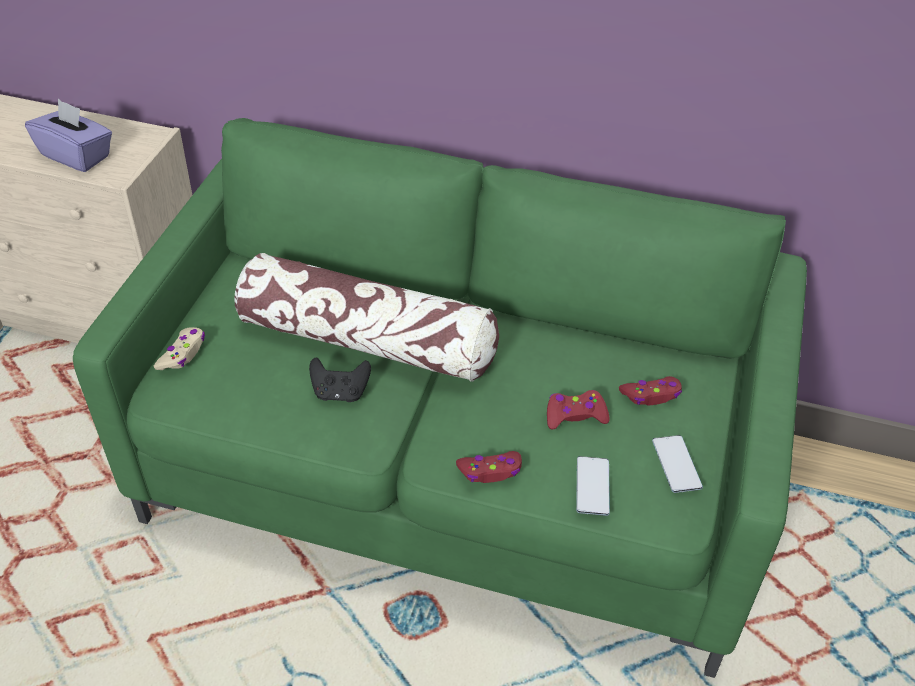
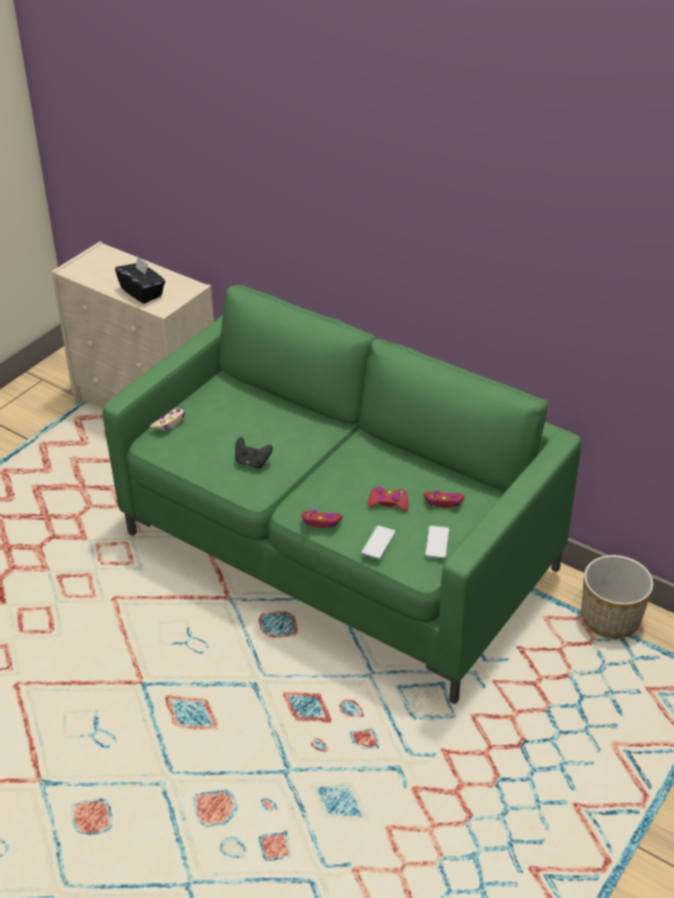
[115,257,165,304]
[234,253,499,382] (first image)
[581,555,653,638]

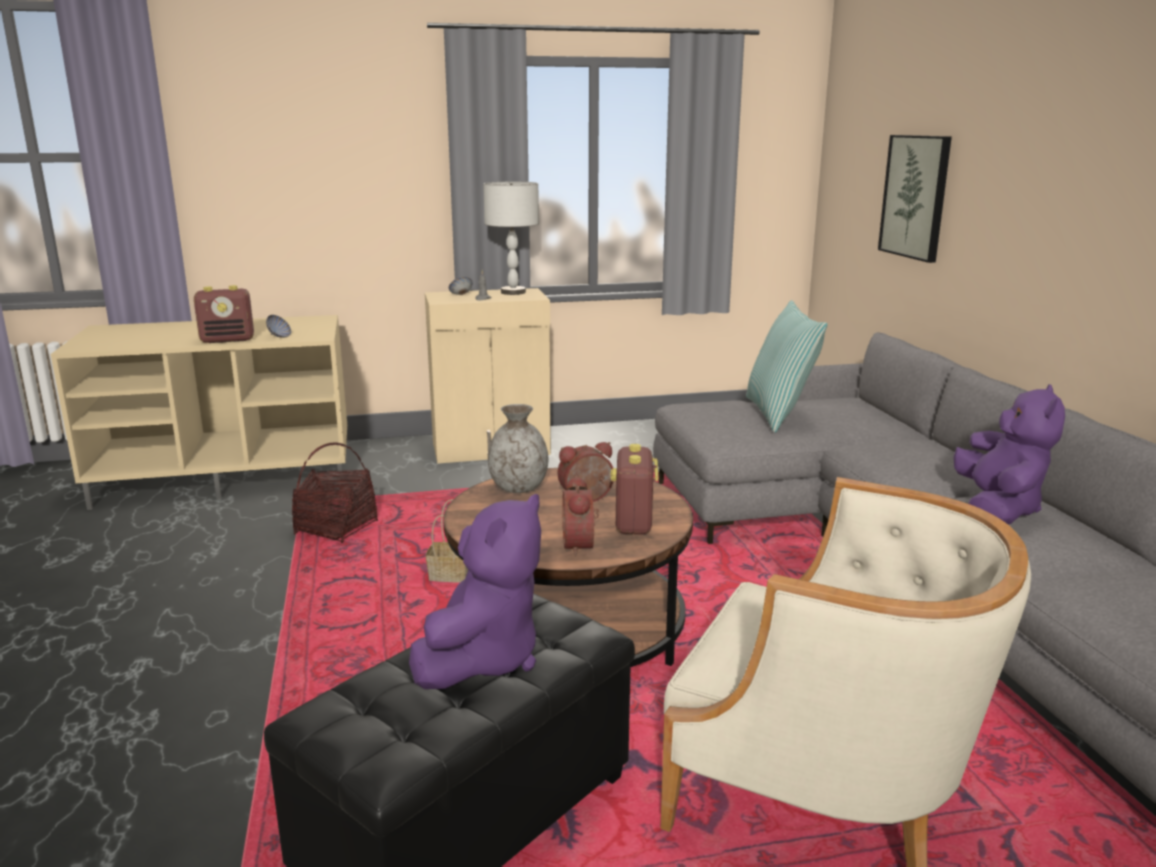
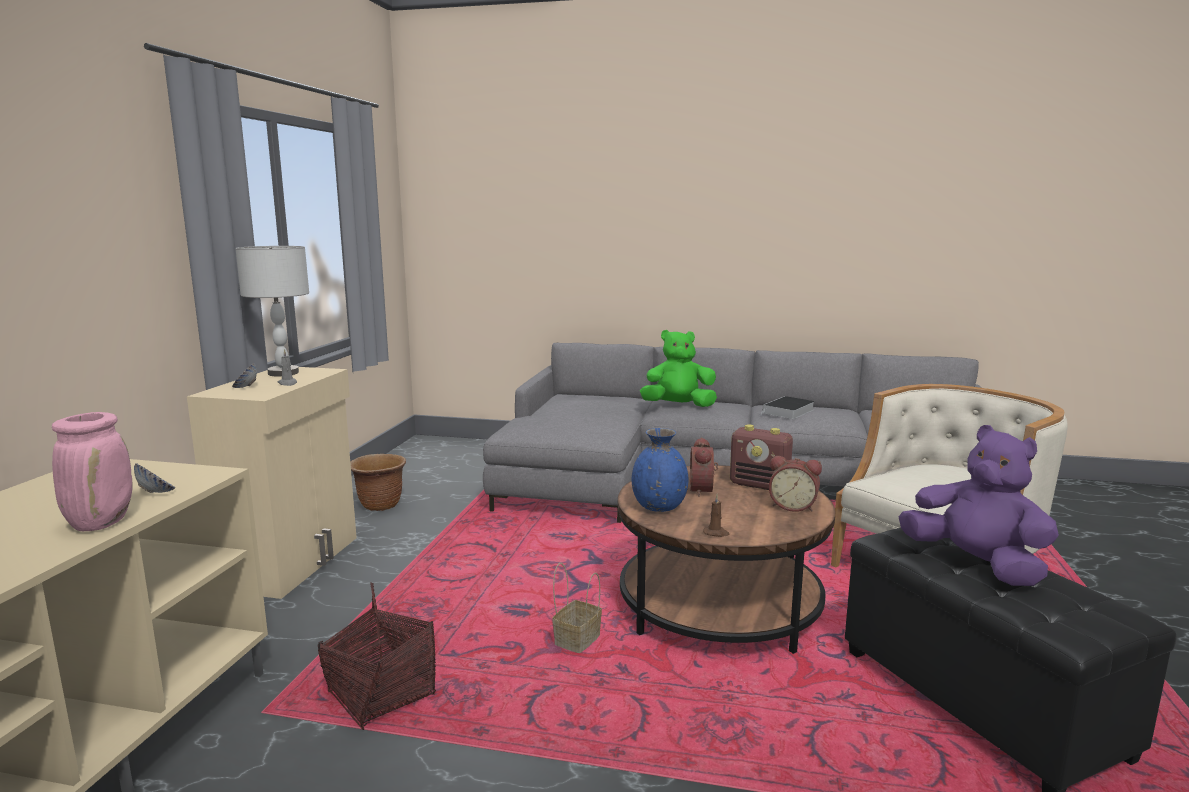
[878,135,952,263] (first image)
[52,412,133,531]
[746,300,828,433] (first image)
[760,396,815,419]
[632,428,688,512]
[640,330,717,407]
[350,454,406,511]
[703,495,730,537]

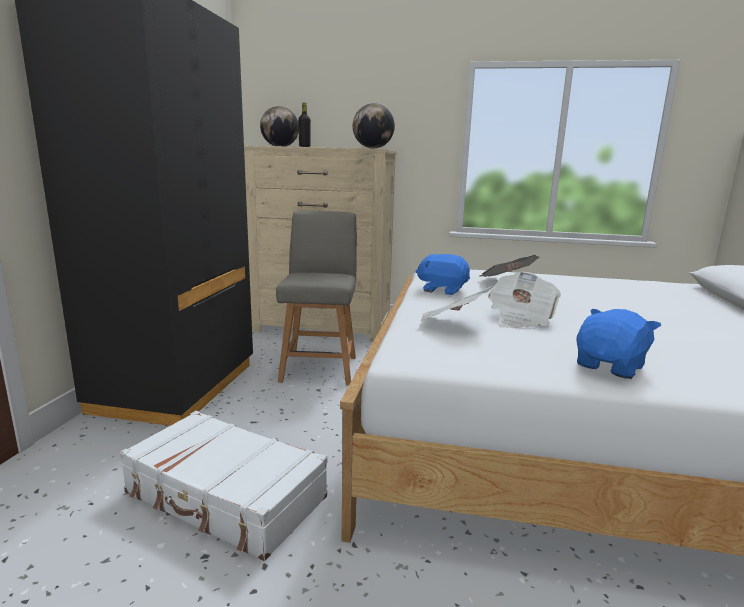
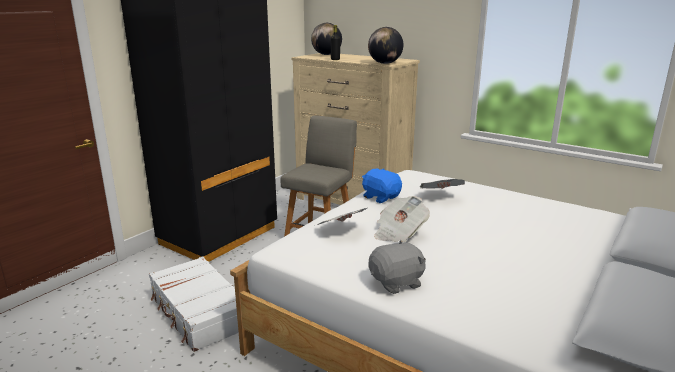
[369,239,426,294]

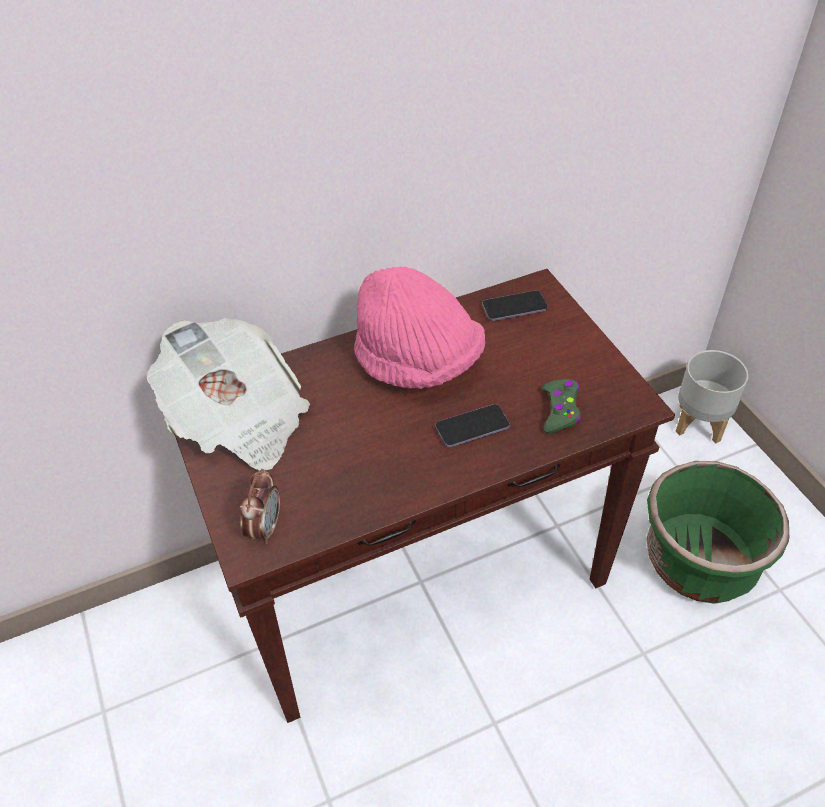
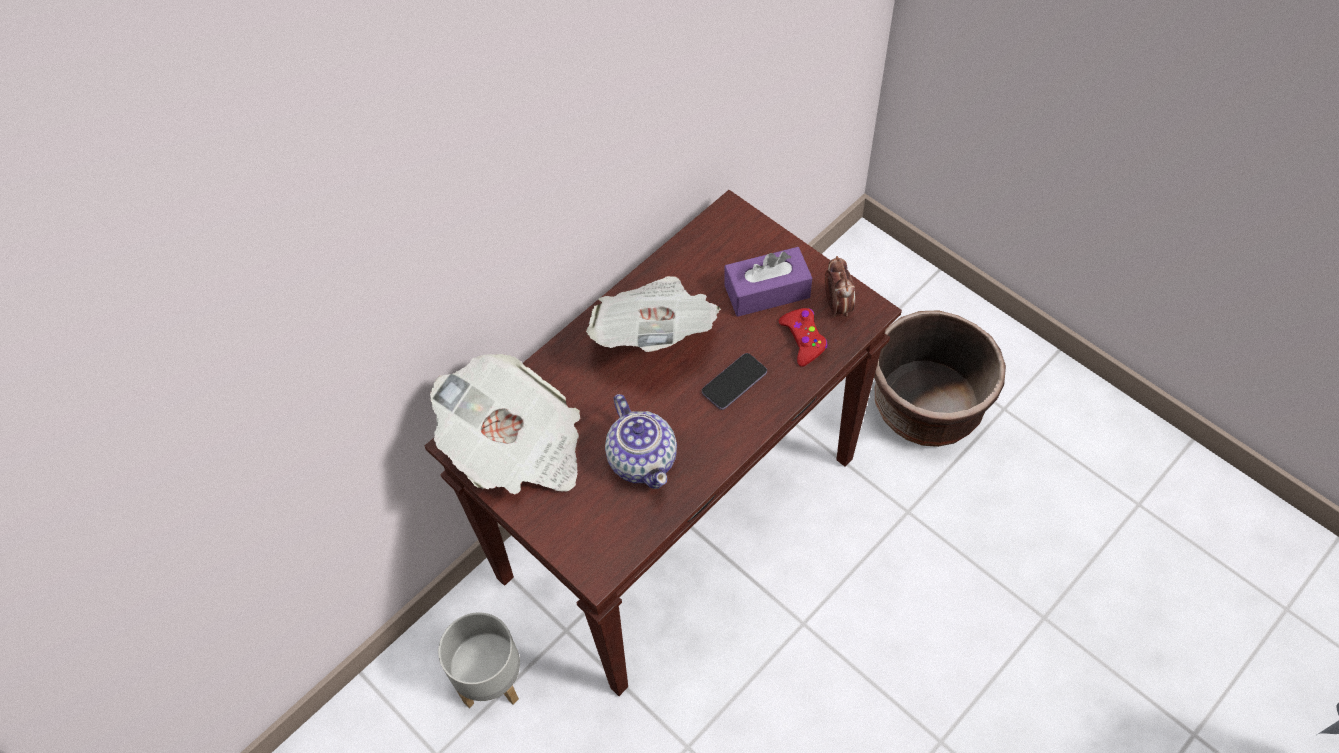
[586,276,721,352]
[482,290,548,321] (first image)
[438,612,520,708]
[779,308,828,367]
[874,311,1006,447]
[825,256,855,317]
[725,247,812,317]
[605,394,677,489]

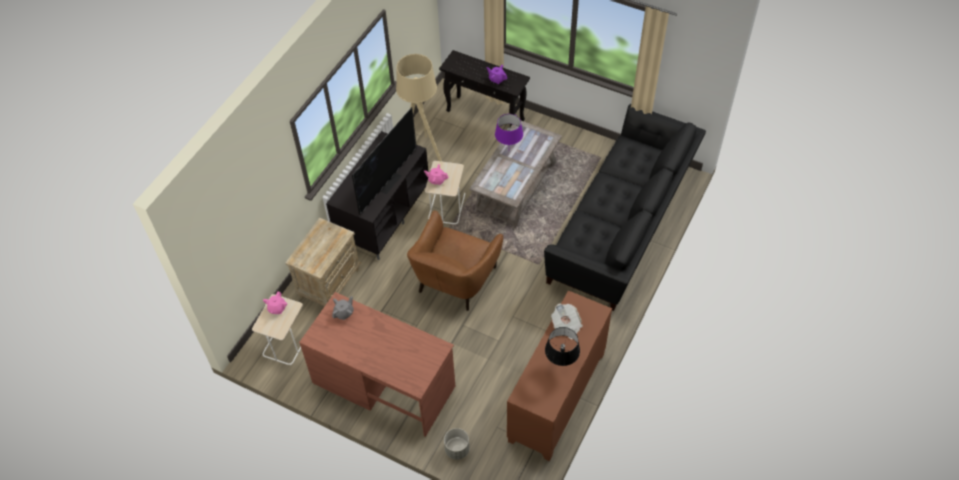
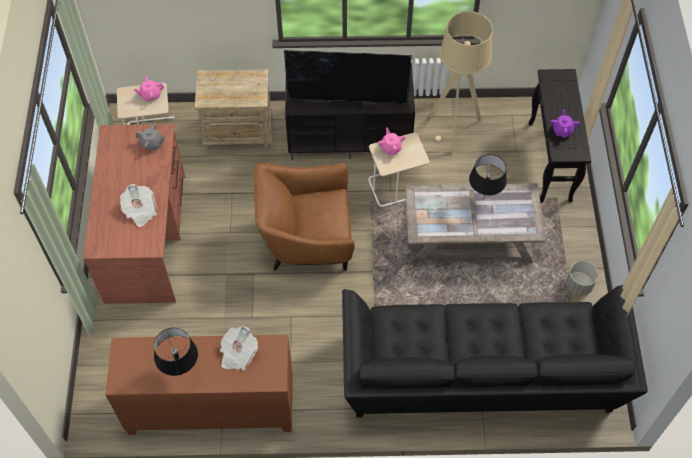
[469,154,507,197]
[566,261,598,296]
[120,184,157,227]

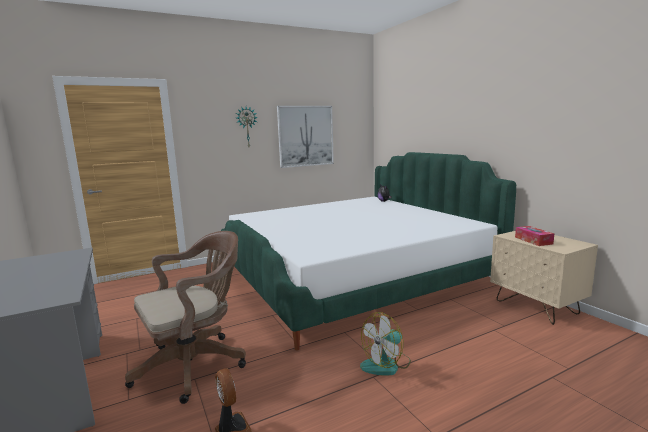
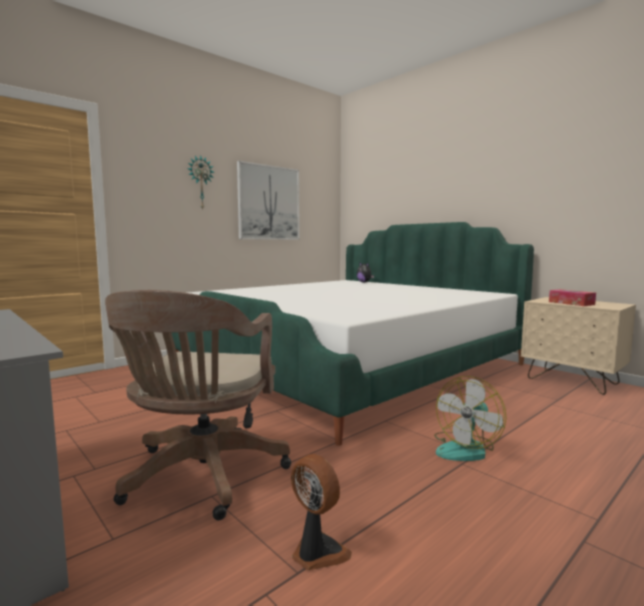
[105,290,291,520]

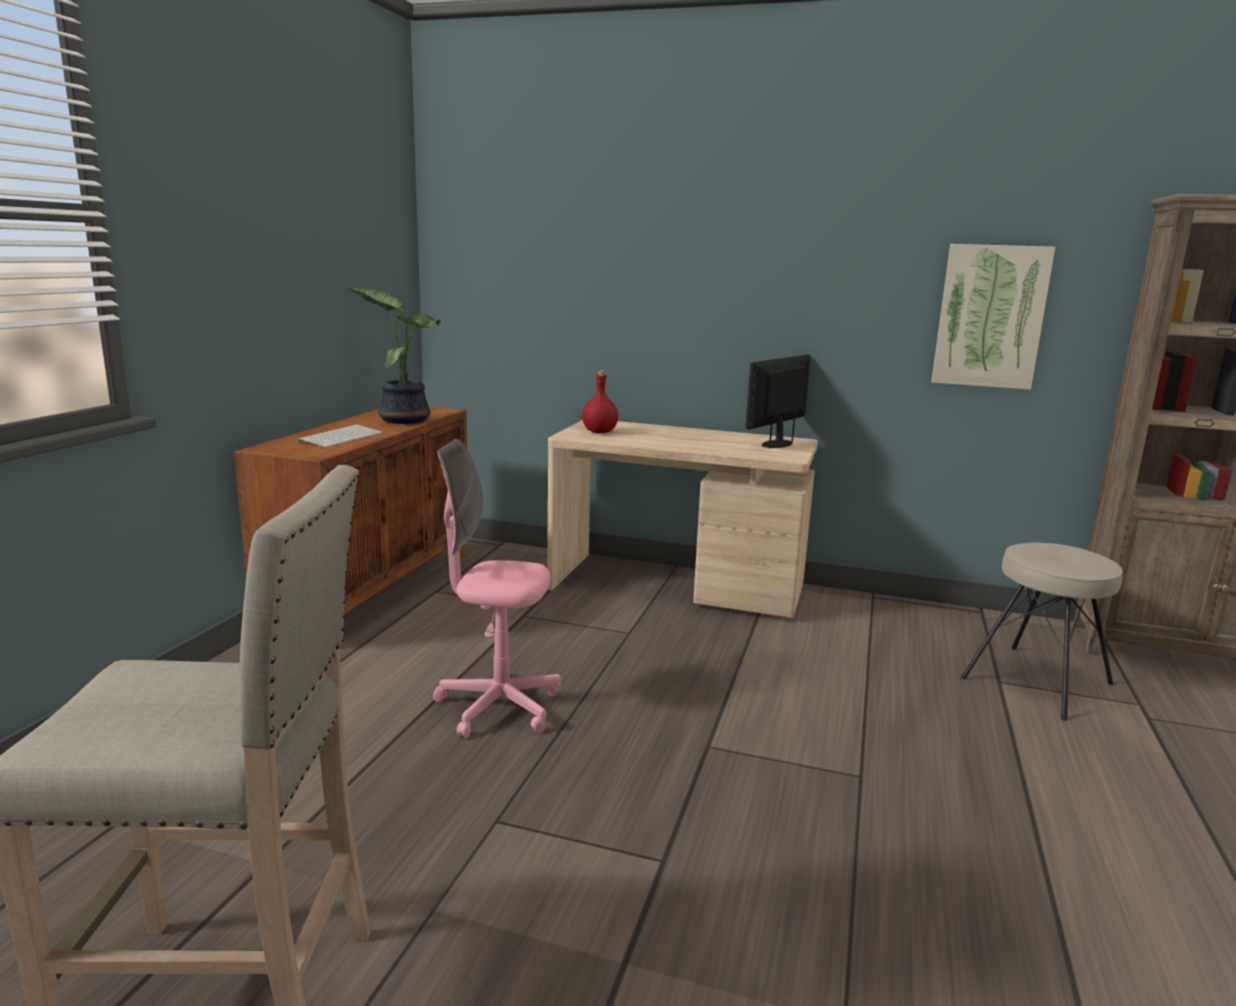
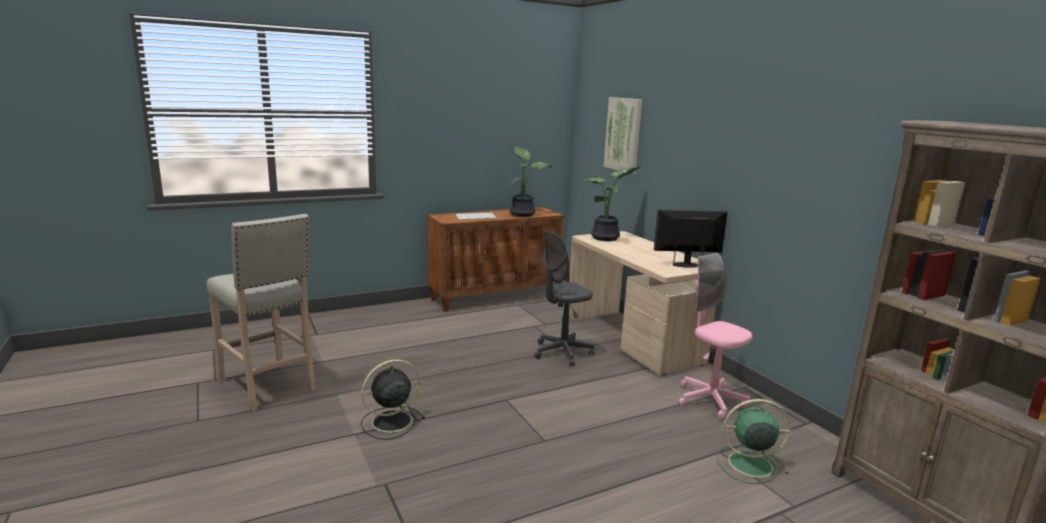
[604,97,642,174]
[584,167,641,241]
[679,253,752,420]
[717,399,791,484]
[535,229,594,366]
[361,359,425,440]

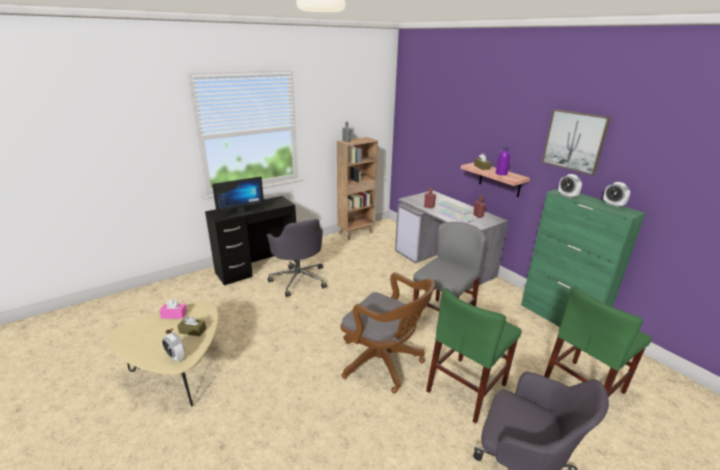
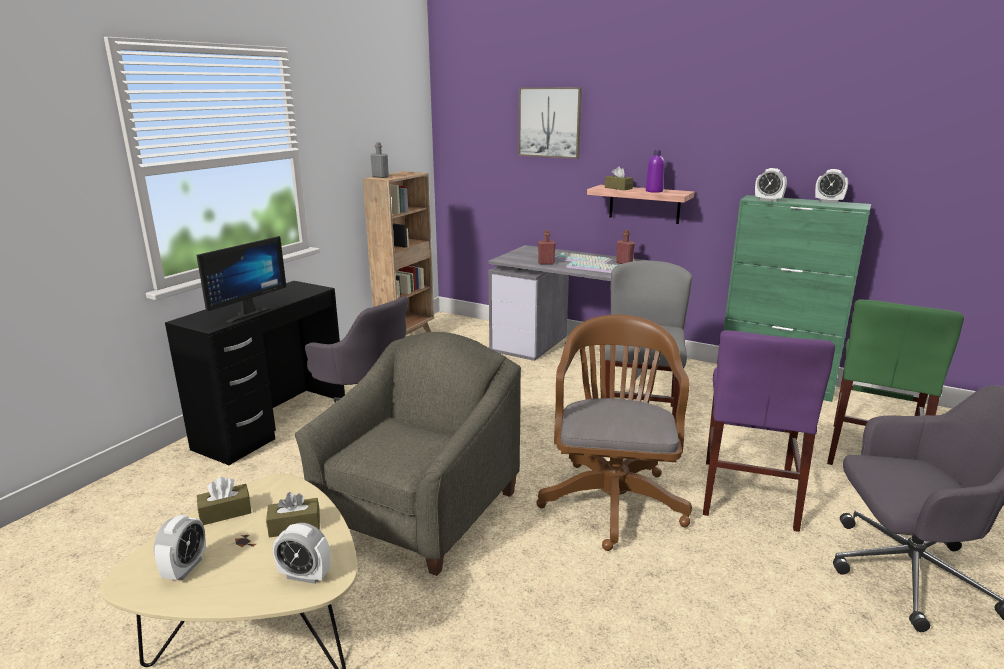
[518,87,582,159]
[536,314,692,551]
[703,330,835,532]
[197,477,251,525]
[295,332,521,576]
[154,515,206,580]

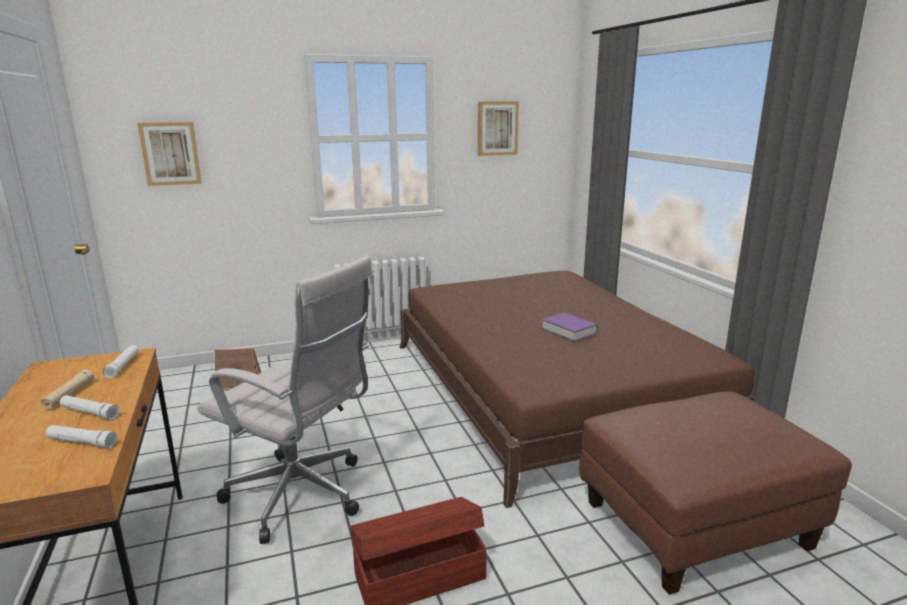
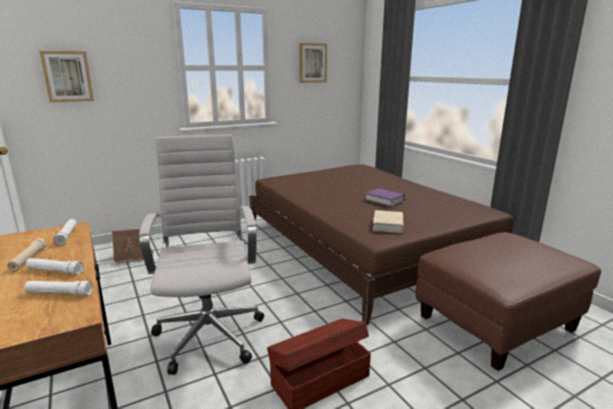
[139,134,264,375]
[373,210,404,233]

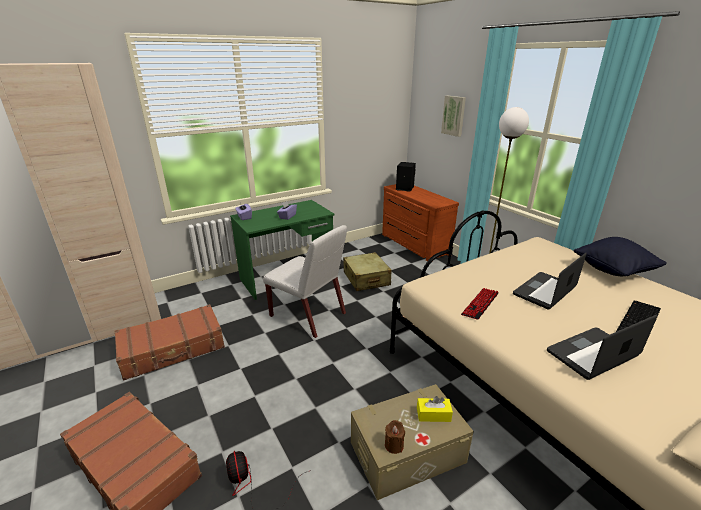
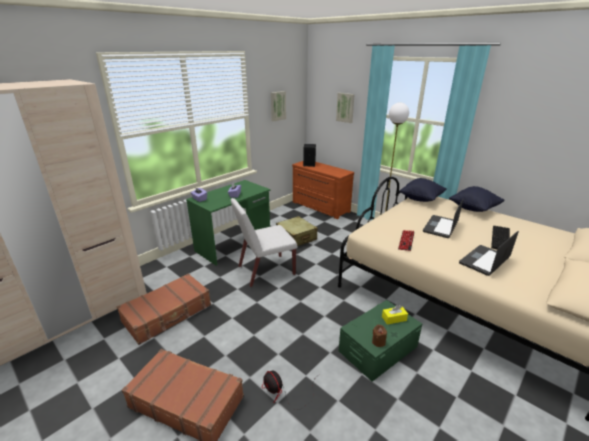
[231,198,297,287]
[339,300,422,382]
[271,91,286,122]
[399,178,447,202]

